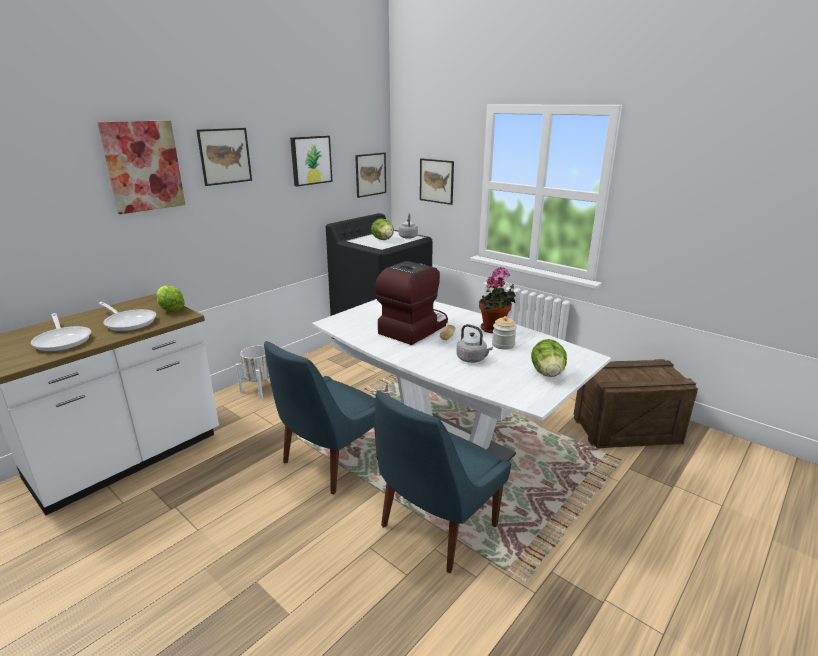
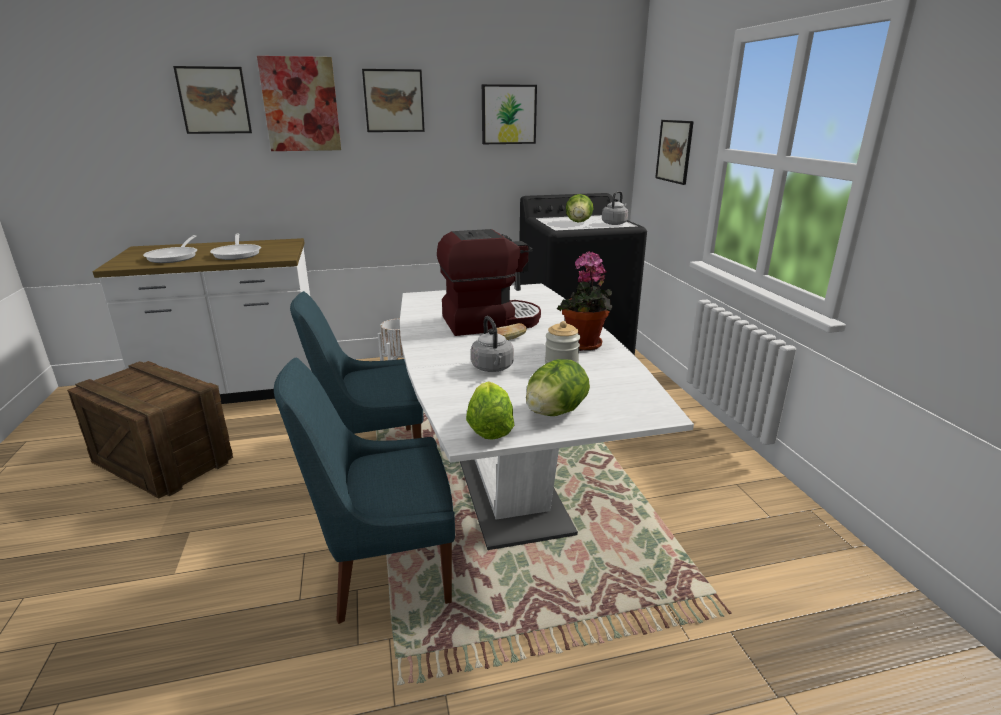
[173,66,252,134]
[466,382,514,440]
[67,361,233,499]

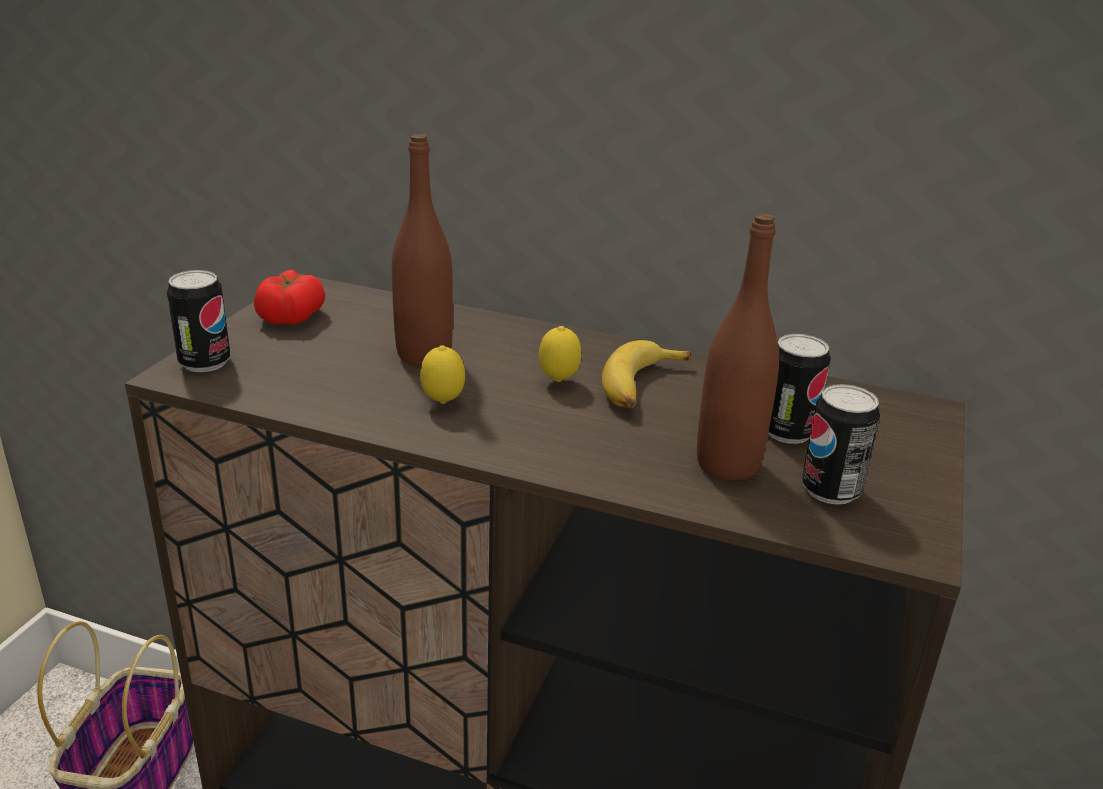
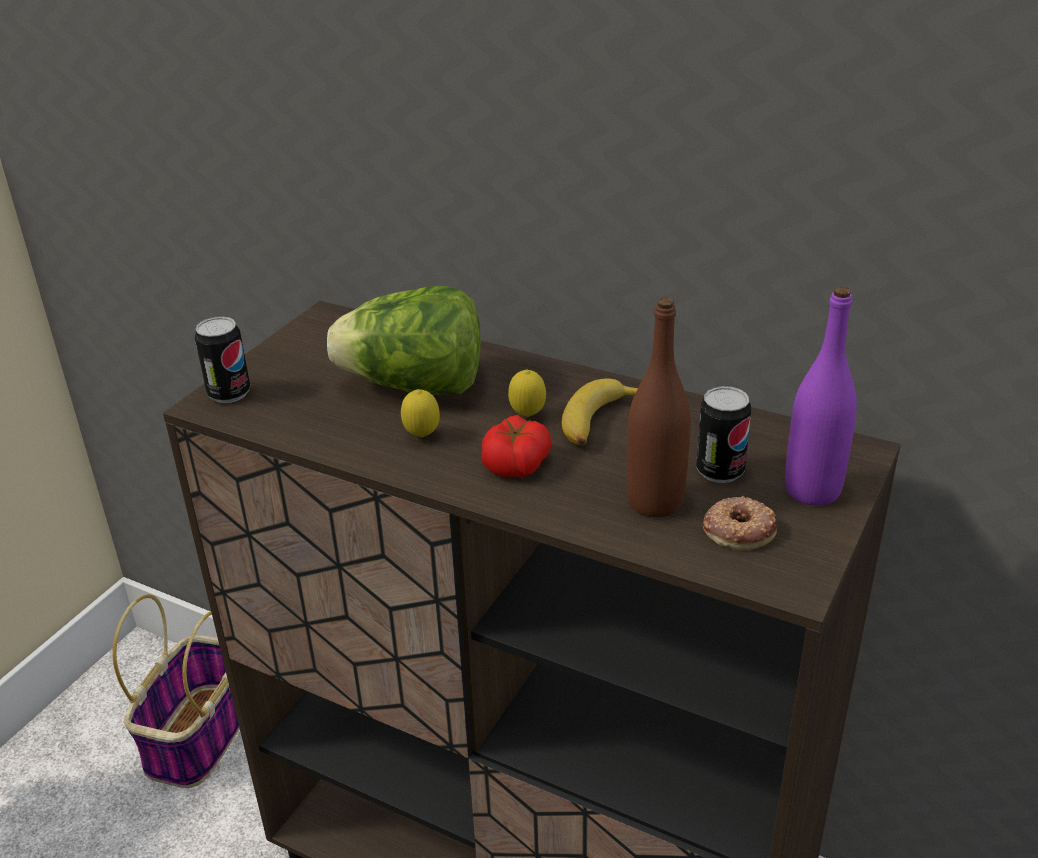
[327,286,481,395]
[481,415,552,477]
[703,496,777,550]
[785,286,857,506]

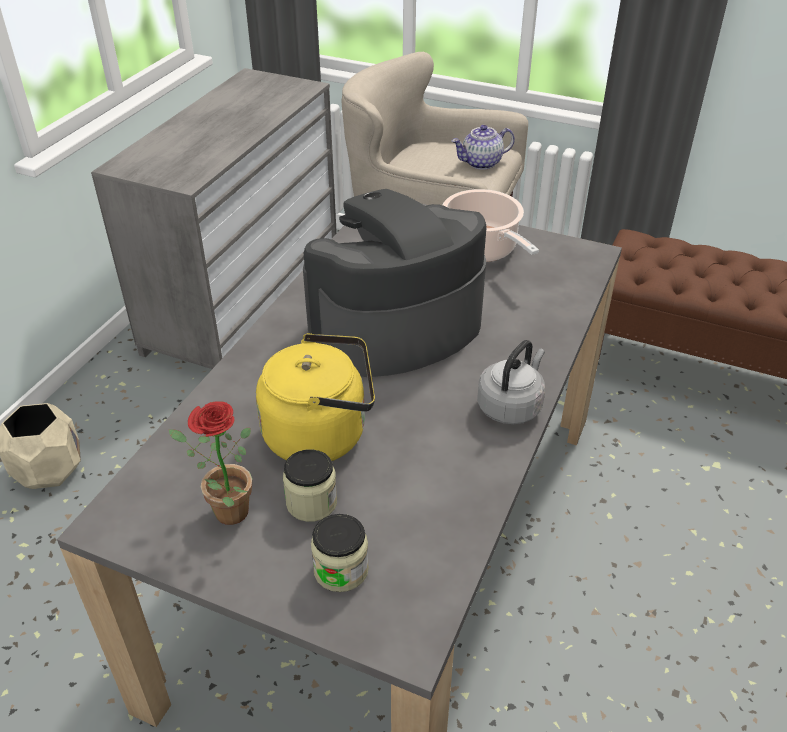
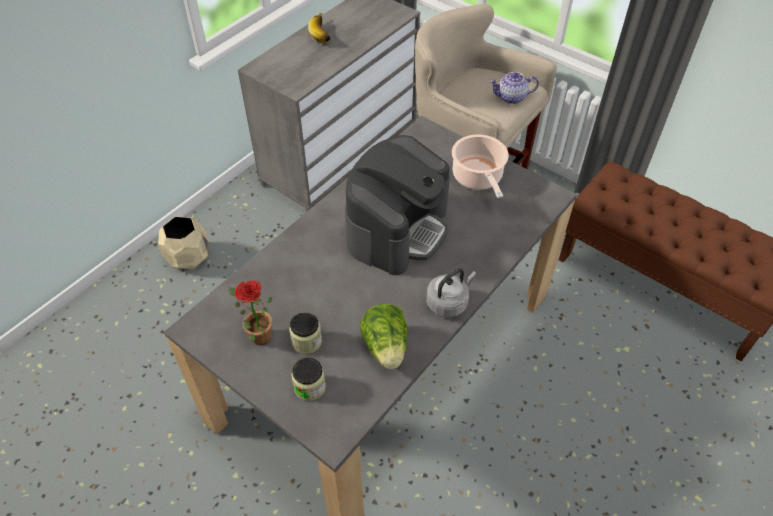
[345,135,450,275]
[256,333,375,461] (first image)
[308,12,331,43]
[360,304,407,369]

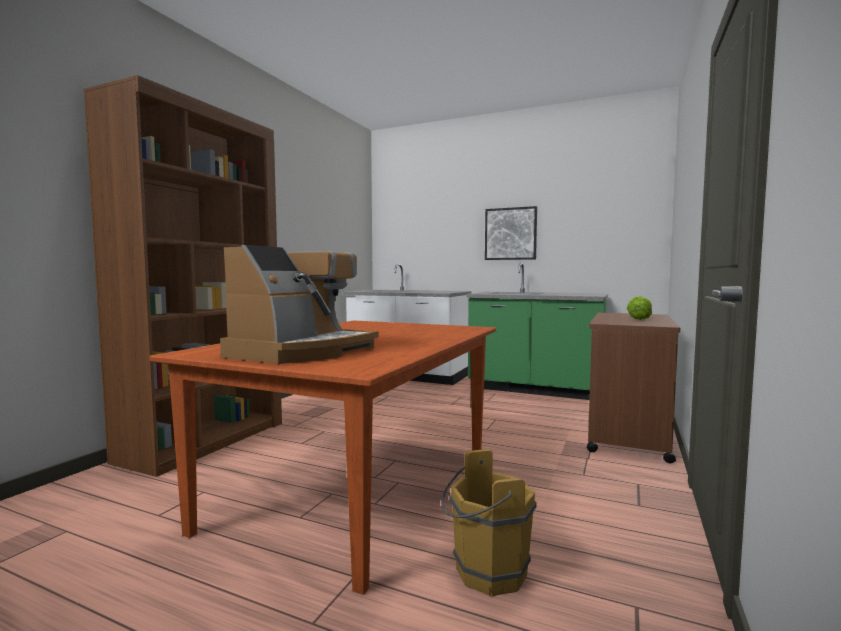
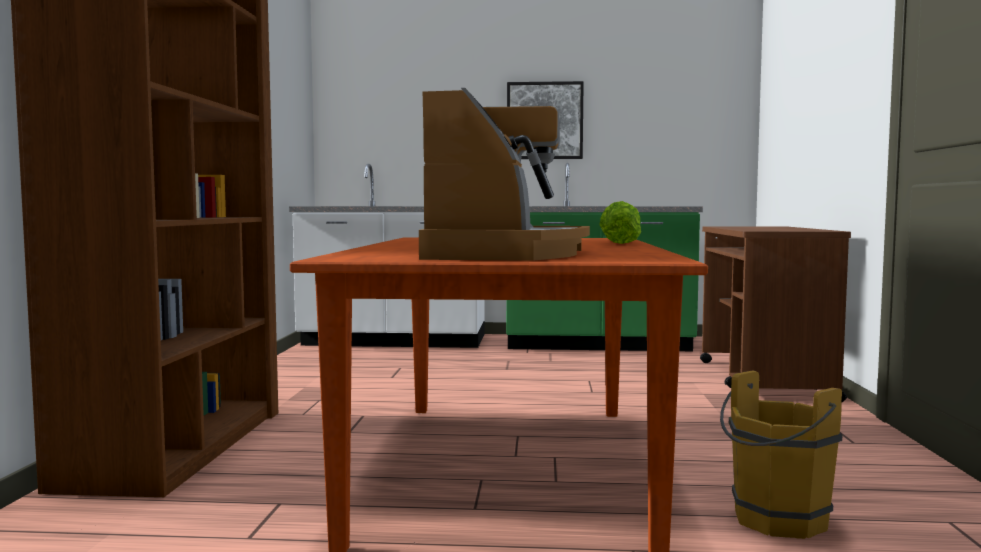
[599,201,641,244]

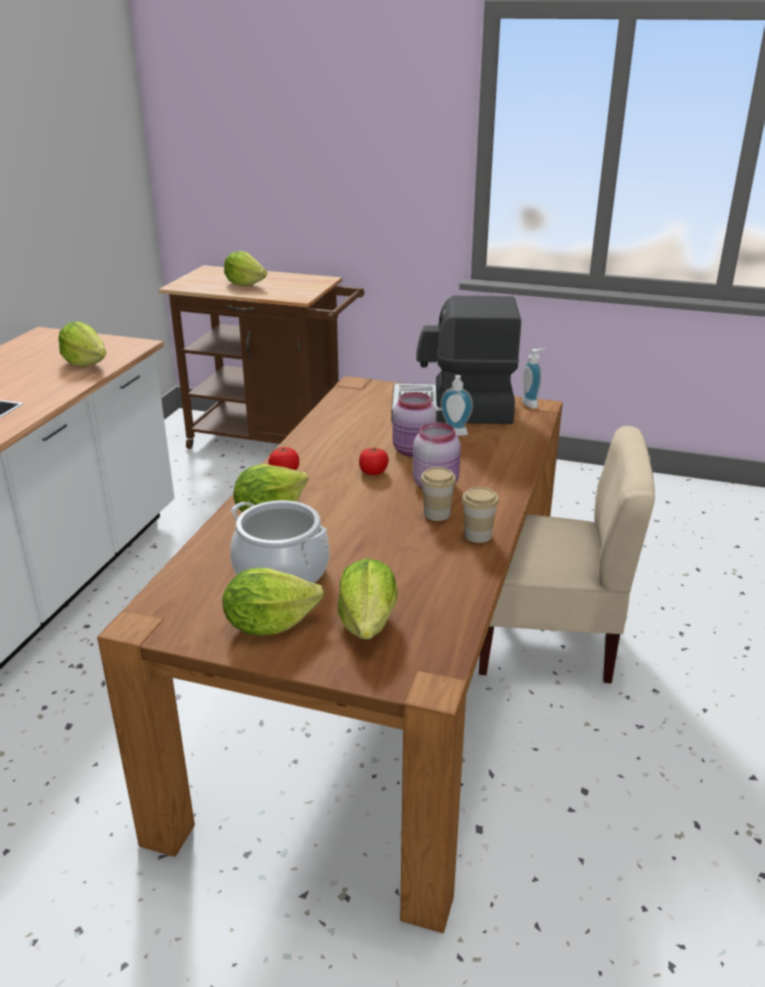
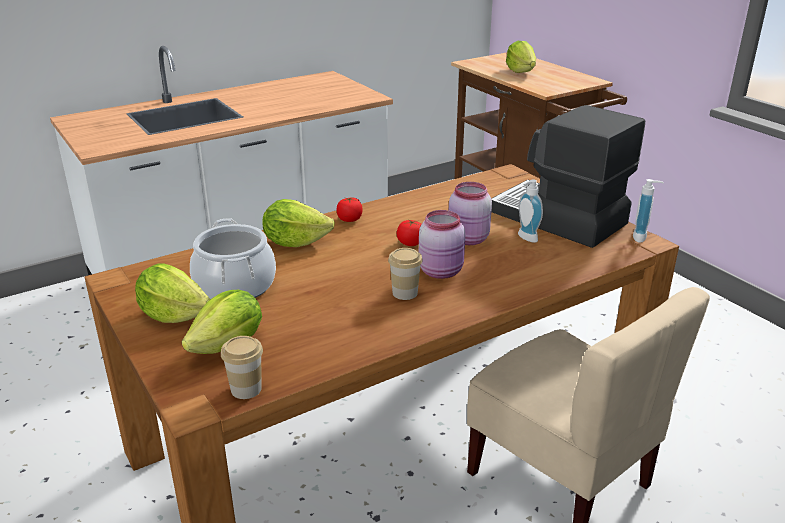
[58,322,106,367] (first image)
[221,336,263,399]

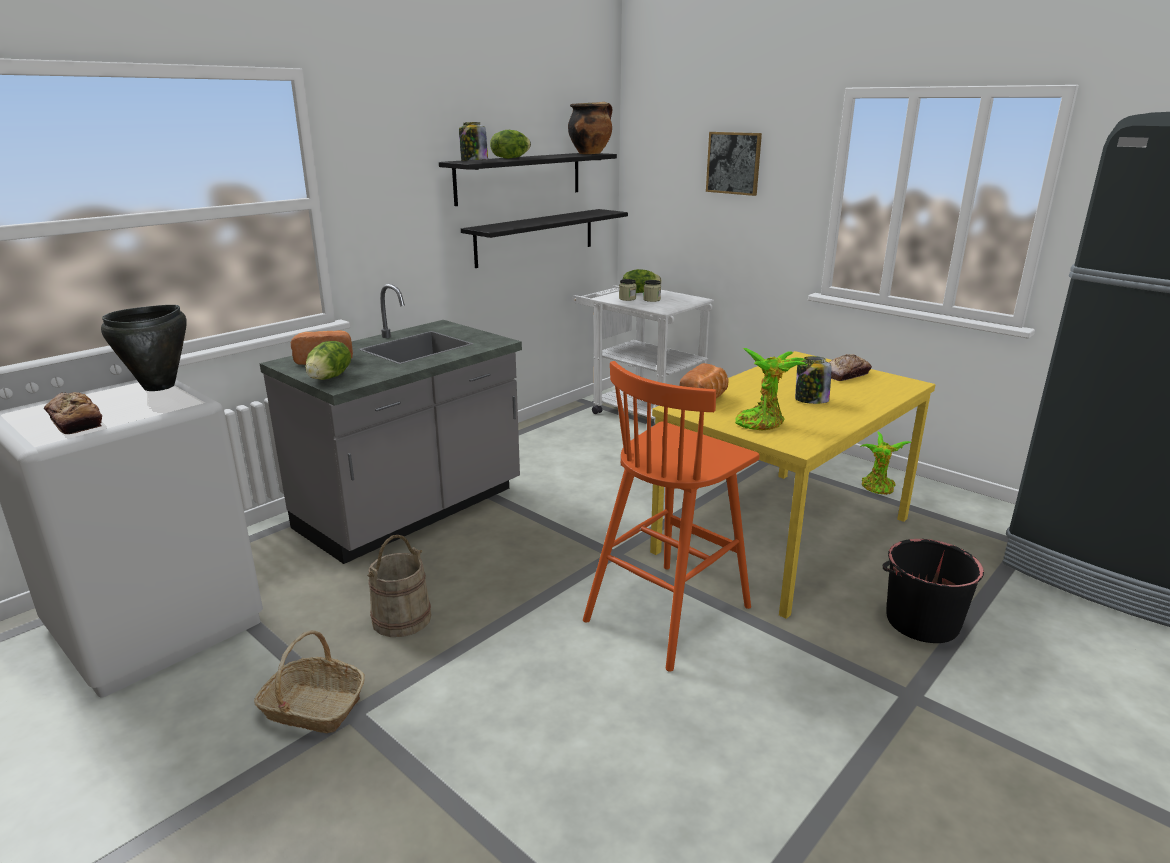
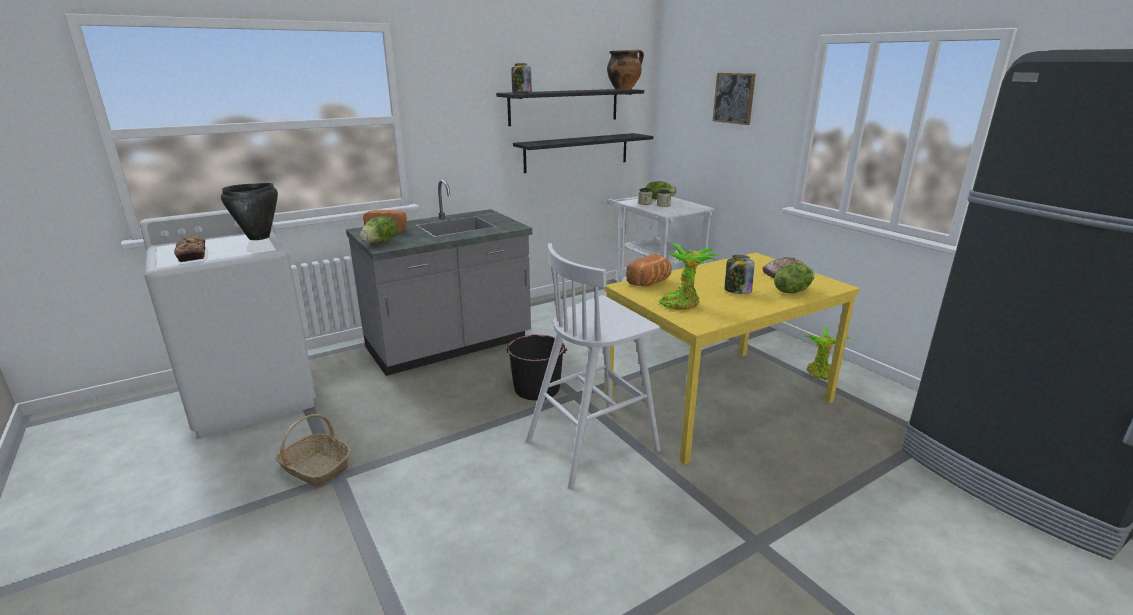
[774,264,815,293]
[526,243,660,488]
[368,535,431,637] (first image)
[506,335,567,400]

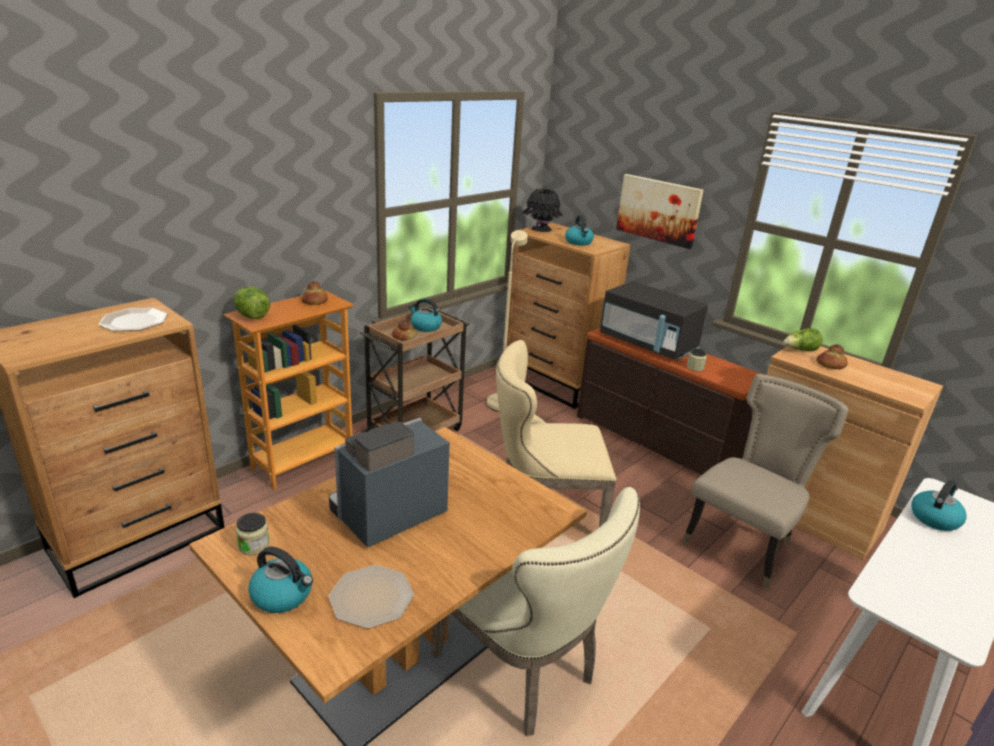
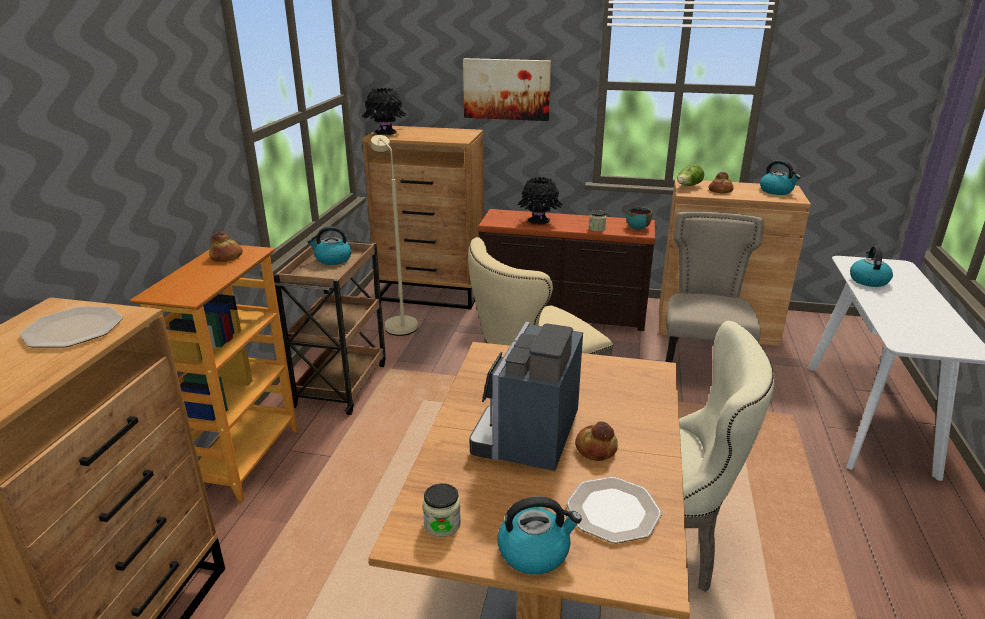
[760,160,801,195]
[518,177,562,225]
[233,287,270,319] (first image)
[575,421,618,461]
[626,207,652,229]

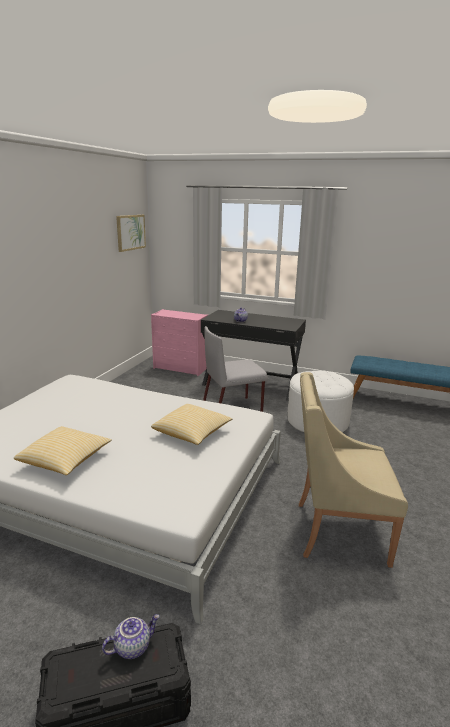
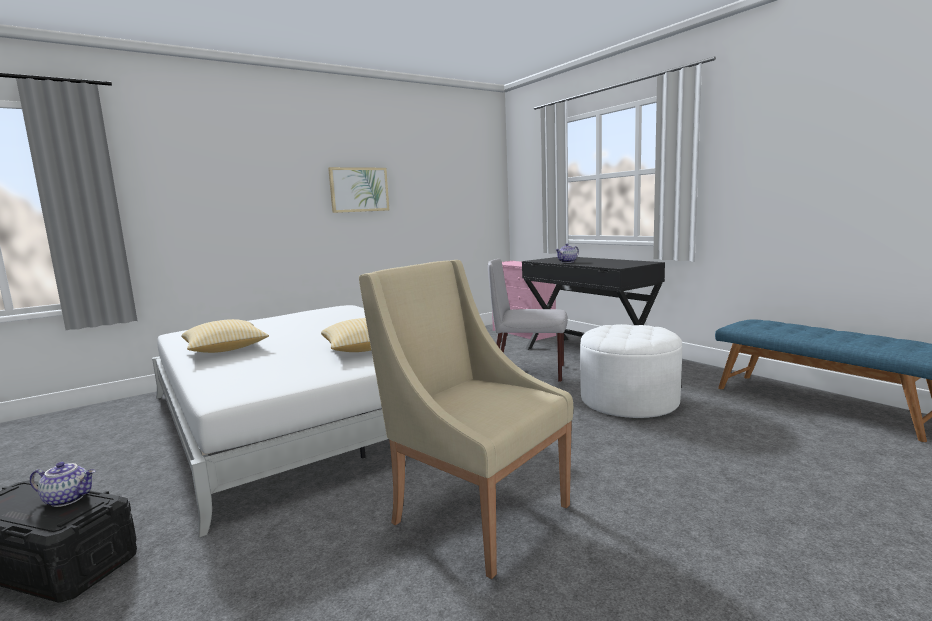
[328,167,389,213]

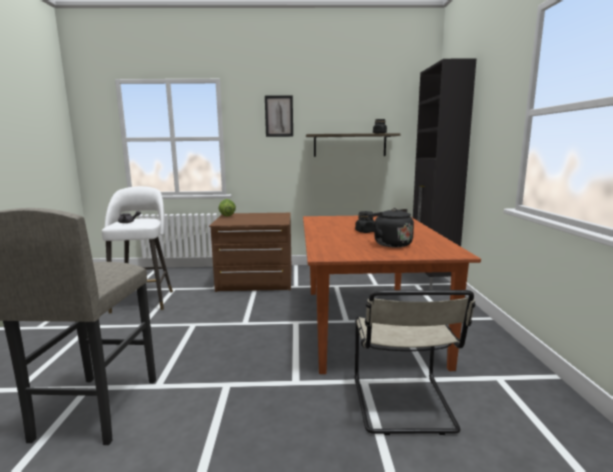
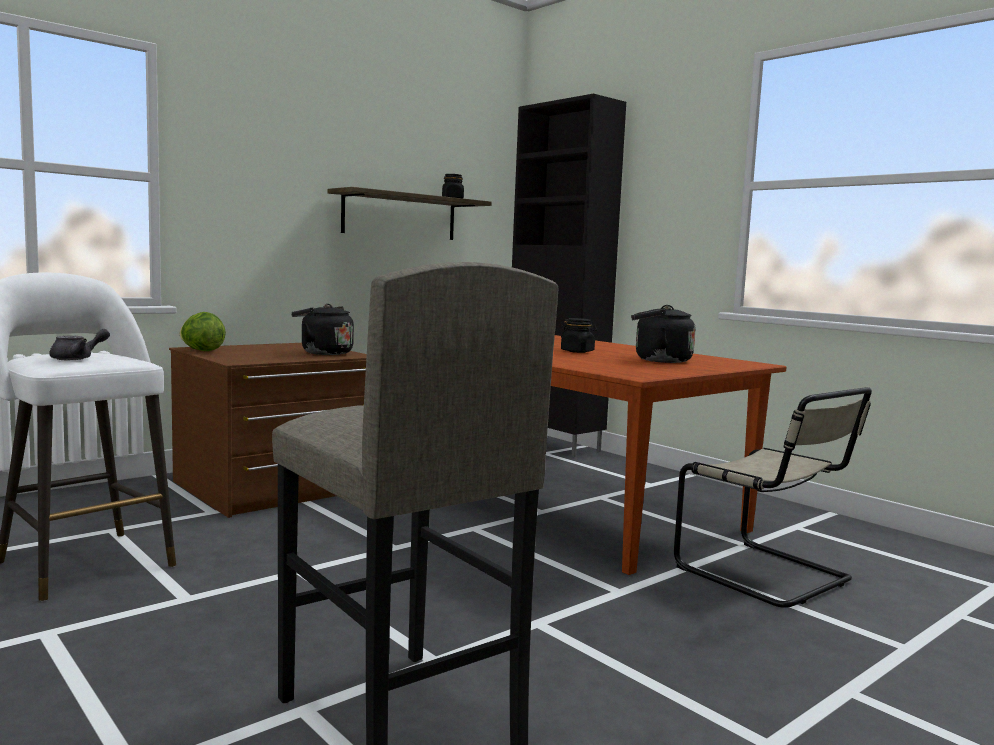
[265,95,293,137] (first image)
[291,304,354,355]

